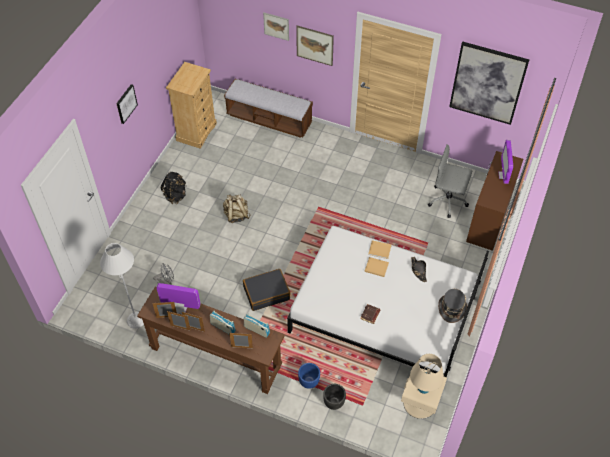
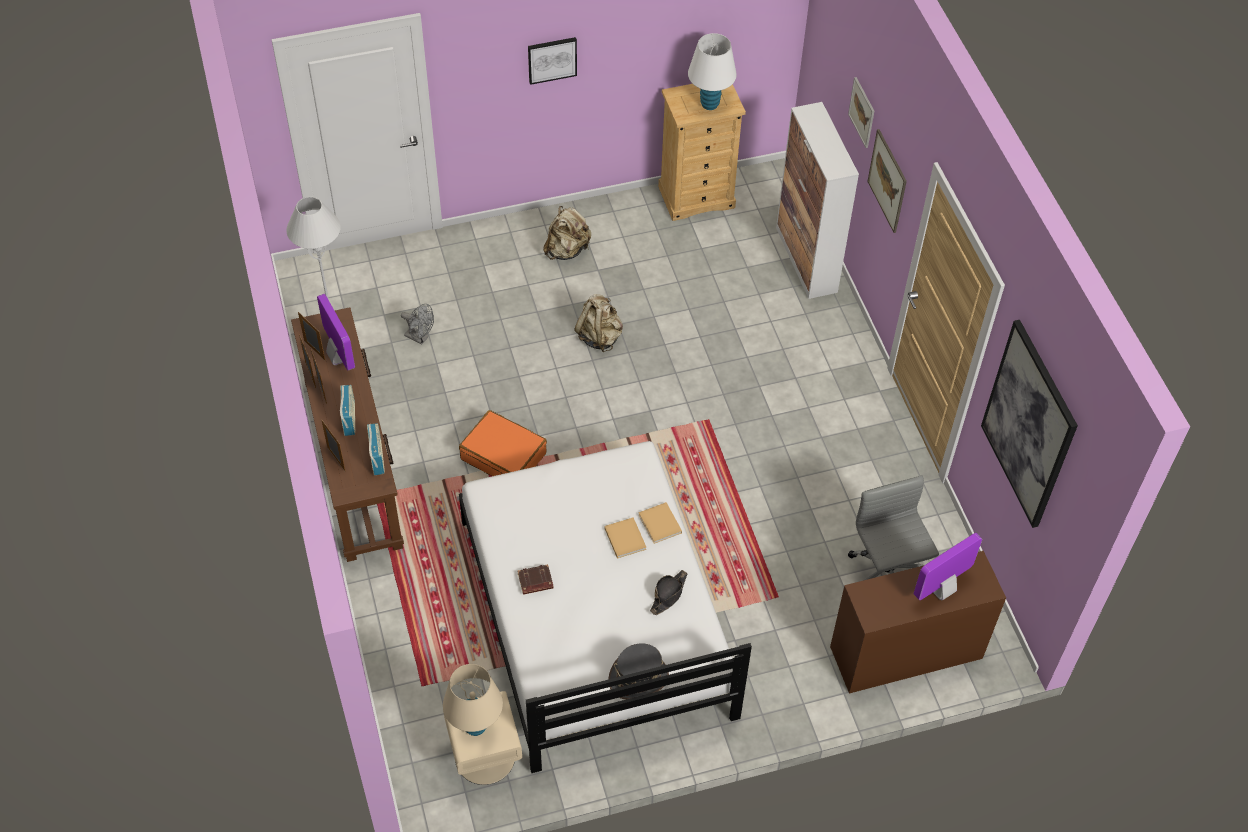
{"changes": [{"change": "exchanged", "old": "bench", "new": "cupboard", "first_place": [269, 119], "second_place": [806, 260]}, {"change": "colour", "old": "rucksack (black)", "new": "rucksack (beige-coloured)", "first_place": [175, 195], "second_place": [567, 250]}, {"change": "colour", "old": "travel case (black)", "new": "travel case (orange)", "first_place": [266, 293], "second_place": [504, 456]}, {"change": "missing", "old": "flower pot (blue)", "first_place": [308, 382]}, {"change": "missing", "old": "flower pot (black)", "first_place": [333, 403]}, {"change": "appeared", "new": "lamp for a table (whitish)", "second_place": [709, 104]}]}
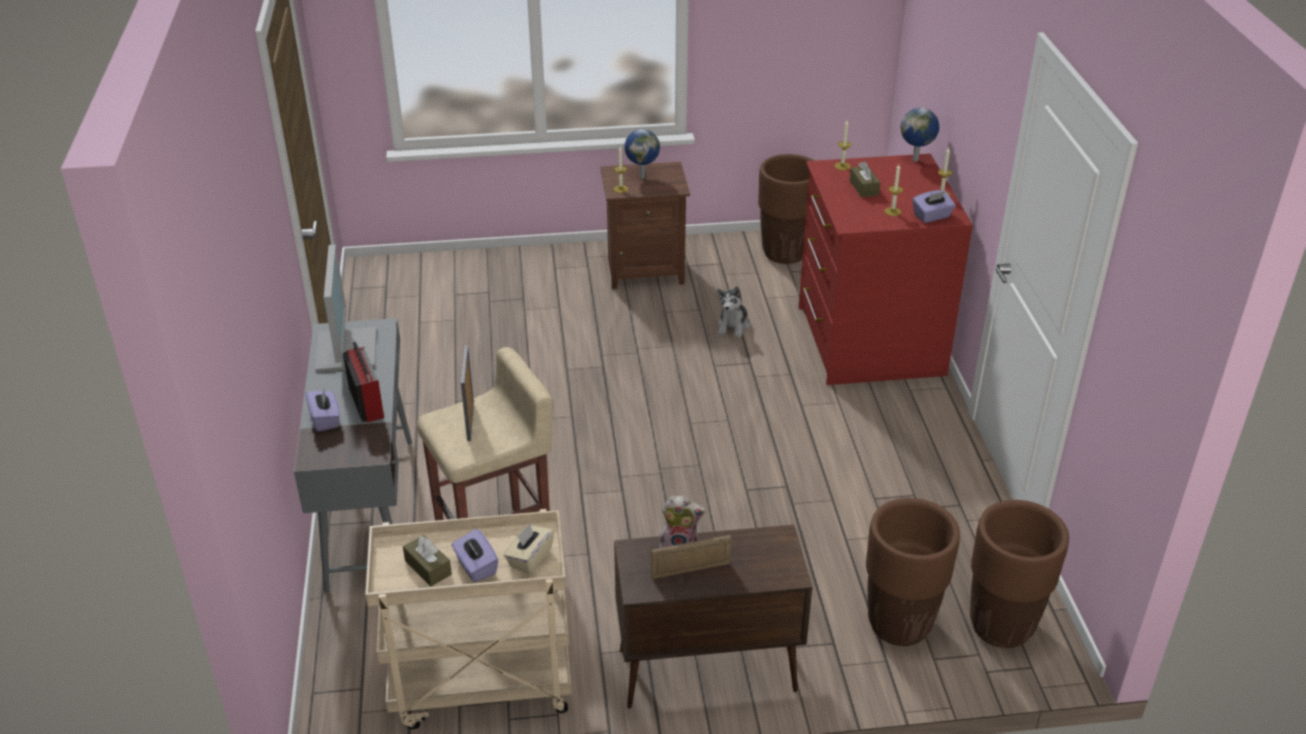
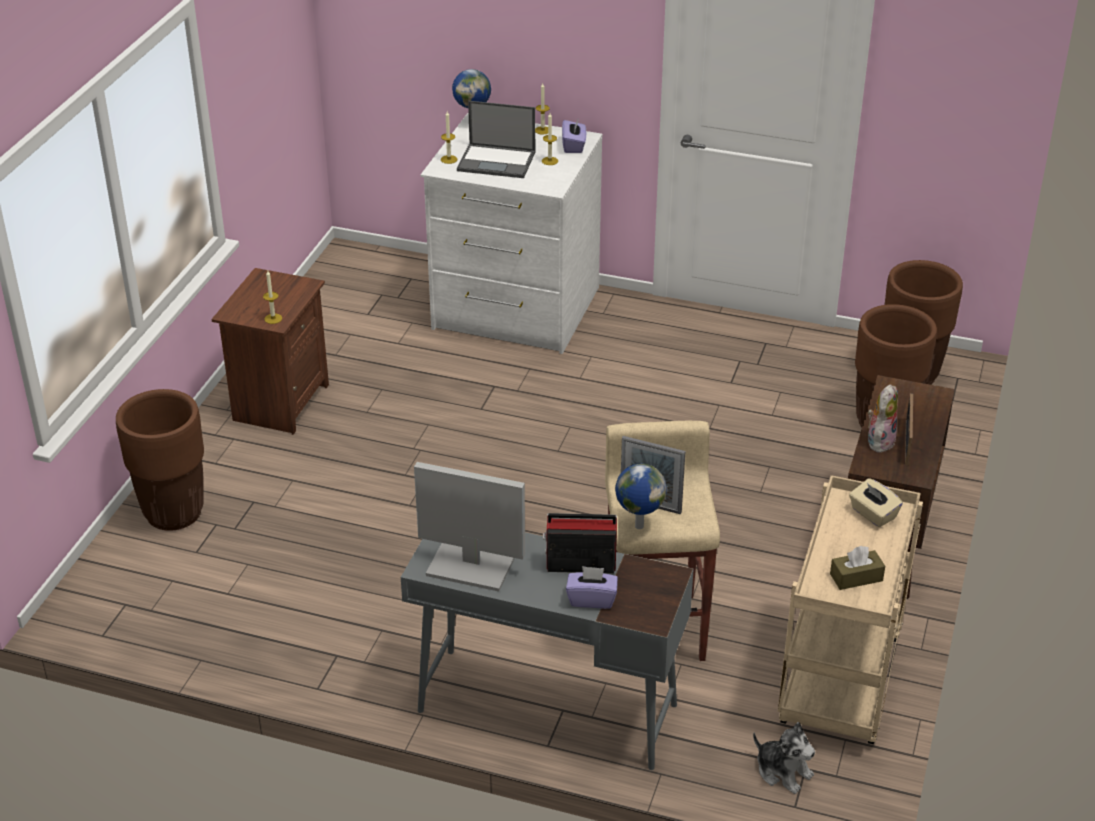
{"changes": [{"change": "relocated", "old": "world globe", "first_place": [642, 177], "second_place": [638, 526]}, {"change": "relocated", "old": "flower pot (brownish)", "first_place": [785, 253], "second_place": [173, 513]}, {"change": "colour", "old": "chest of drawers (reddish)", "new": "chest of drawers (whitish)", "first_place": [867, 340], "second_place": [515, 309]}, {"change": "exchanged", "old": "tissue holder (brownish)", "new": "laptop", "first_place": [864, 188], "second_place": [497, 161]}, {"change": "relocated", "old": "plush toy", "first_place": [733, 326], "second_place": [783, 771]}, {"change": "missing", "old": "tissue holder (purple)", "first_place": [476, 567]}]}
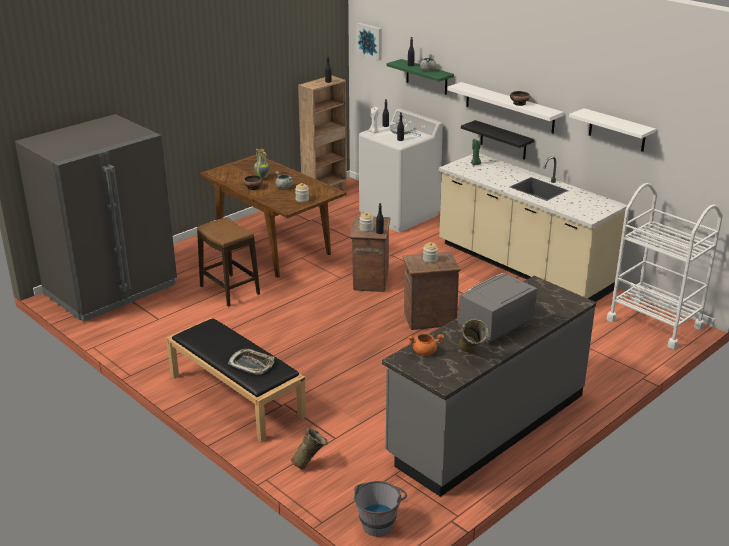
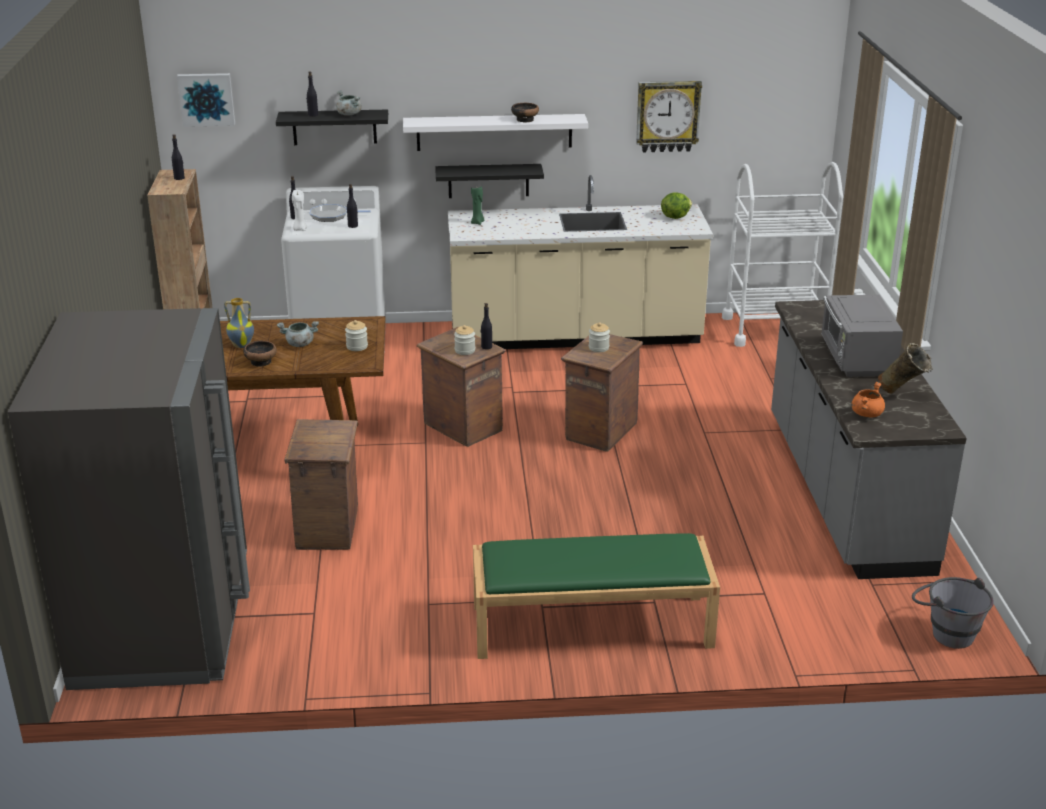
{"changes": [{"change": "colour", "old": "shelf (greenish)", "new": "shelf (black)", "first_place": [426, 77], "second_place": [334, 127]}, {"change": "exchanged", "old": "shelf (whitish)", "new": "clock on the wall", "first_place": [617, 130], "second_place": [667, 116]}, {"change": "exchanged", "old": "sitting stool", "new": "packing crate", "first_place": [229, 290], "second_place": [328, 528]}, {"change": "colour", "old": "bench (black)", "new": "bench (greenish)", "first_place": [235, 395], "second_place": [590, 626]}, {"change": "missing", "old": "tray", "first_place": [252, 364]}, {"change": "missing", "old": "vase (beige-coloured)", "first_place": [310, 464]}, {"change": "appeared", "new": "head of lettuce", "second_place": [675, 217]}]}
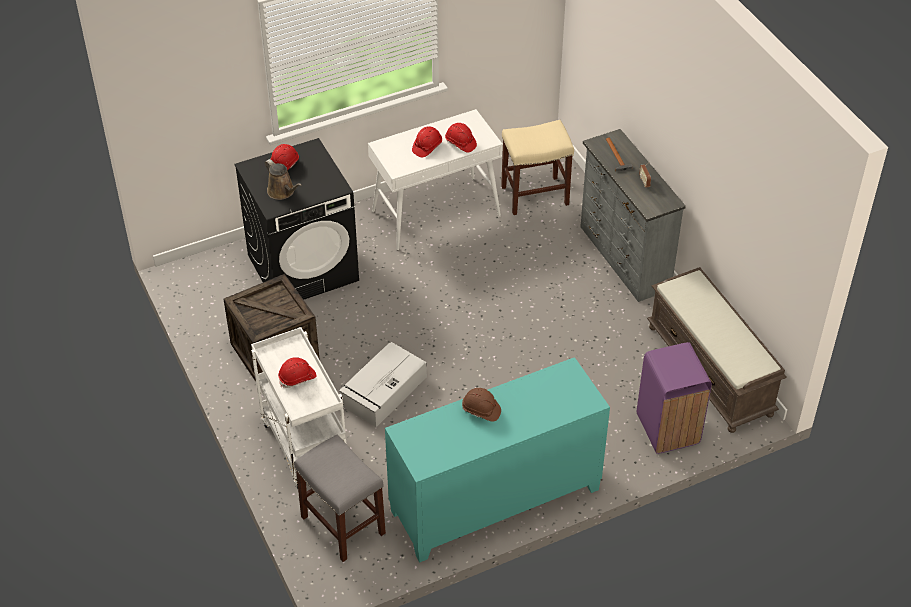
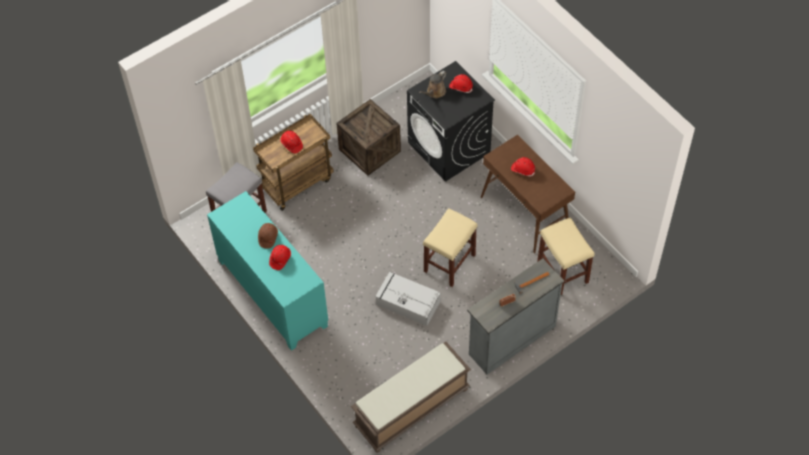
{"changes": [{"change": "colour", "old": "console table (whitish)", "new": "console table (brownish)", "first_place": [436, 213], "second_place": [525, 213]}, {"change": "relocated", "old": "hard hat (reddish)", "first_place": [460, 143], "second_place": [280, 259]}, {"change": "colour", "old": "cart (whitish)", "new": "cart (brownish)", "first_place": [303, 445], "second_place": [297, 183]}, {"change": "relocated", "old": "storage bin (grey)", "first_place": [383, 392], "second_place": [407, 302]}, {"change": "missing", "old": "waste bin (purple)", "first_place": [667, 429]}, {"change": "appeared", "new": "sitting stool (beige-coloured)", "second_place": [449, 264]}]}
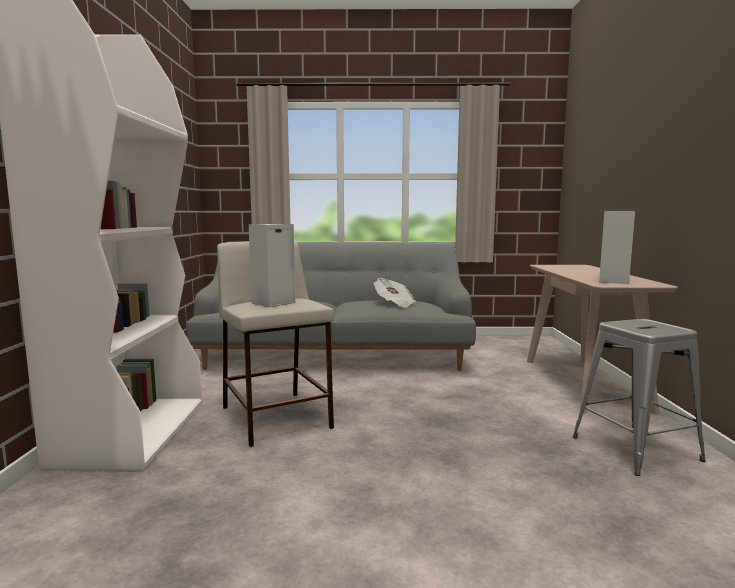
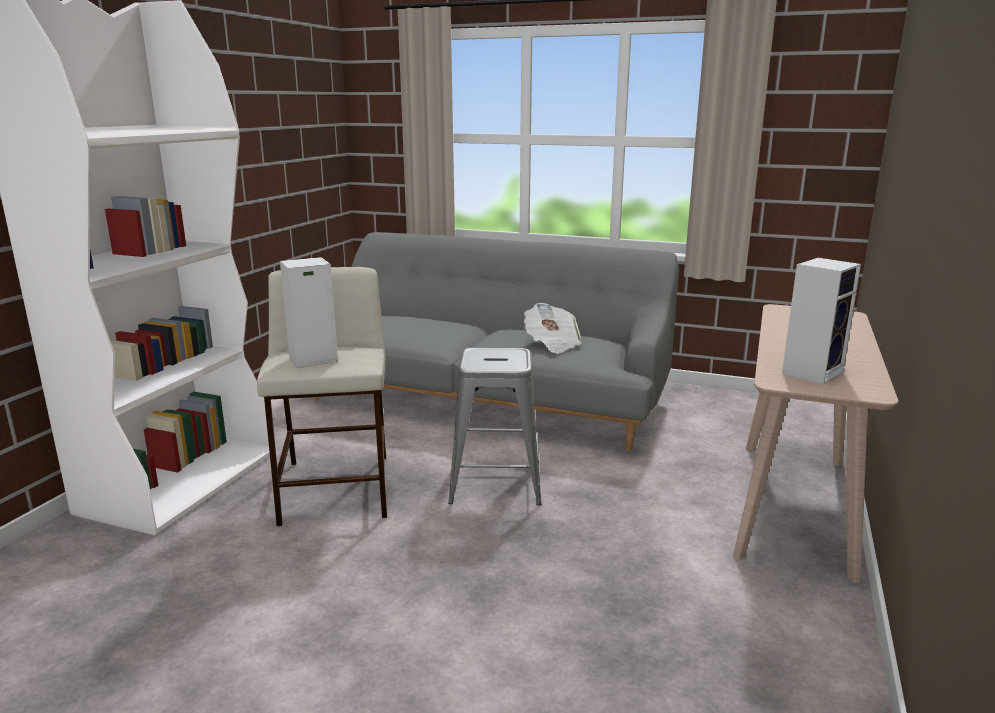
{"changes": [{"change": "relocated", "old": "sitting stool (grey)", "first_place": [635, 449], "second_place": [495, 482]}]}
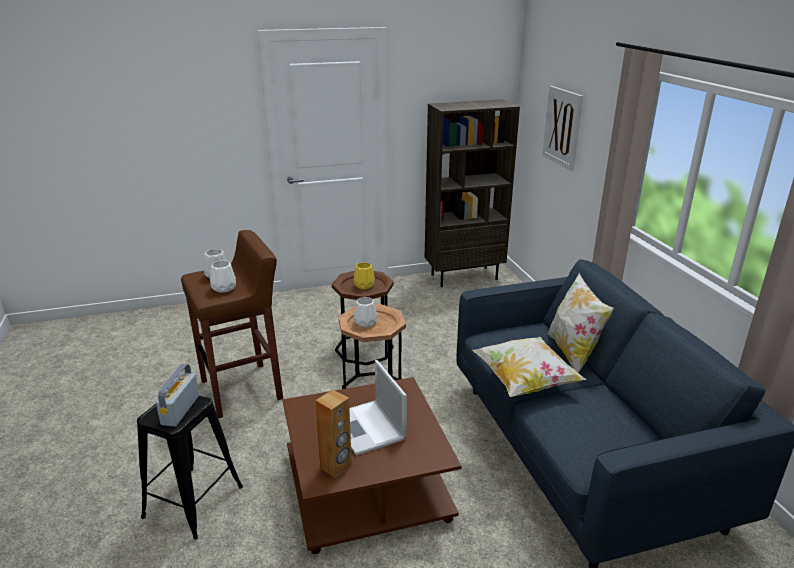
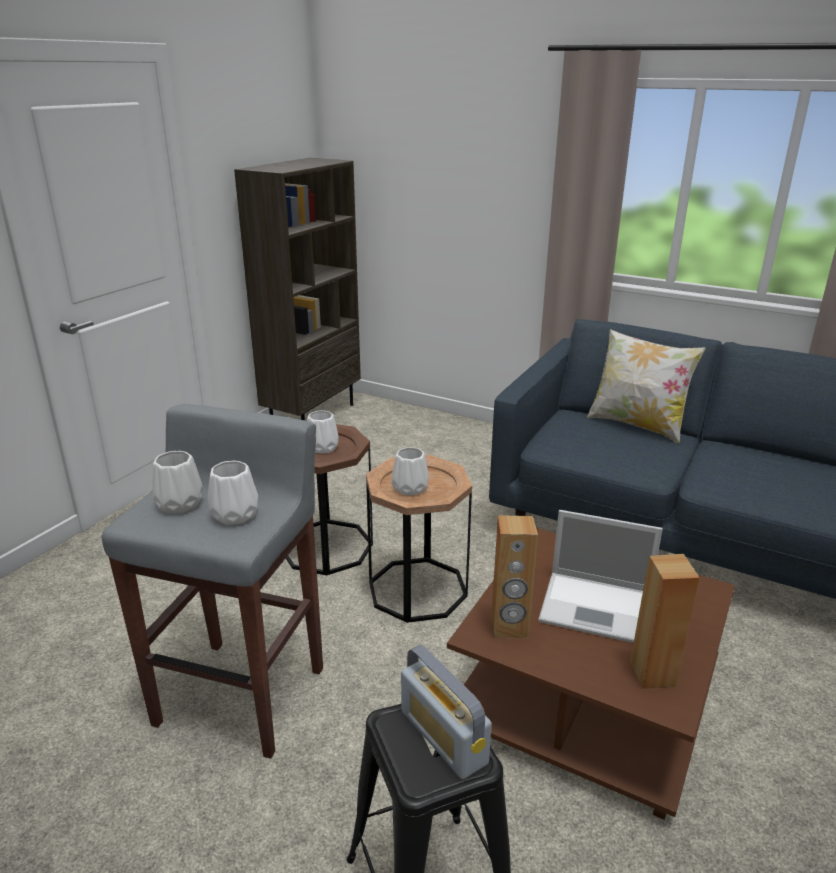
{"changes": [{"change": "missing", "old": "wall art", "first_place": [562, 127]}, {"change": "colour", "old": "sitting stool (brownish)", "new": "sitting stool (grey)", "first_place": [243, 389], "second_place": [243, 694]}, {"change": "colour", "old": "vase (yellow)", "new": "vase (whitish)", "first_place": [364, 286], "second_place": [323, 448]}, {"change": "missing", "old": "throw pillow", "first_place": [524, 382]}, {"change": "appeared", "new": "loudspeaker (brownish)", "second_place": [509, 627]}]}
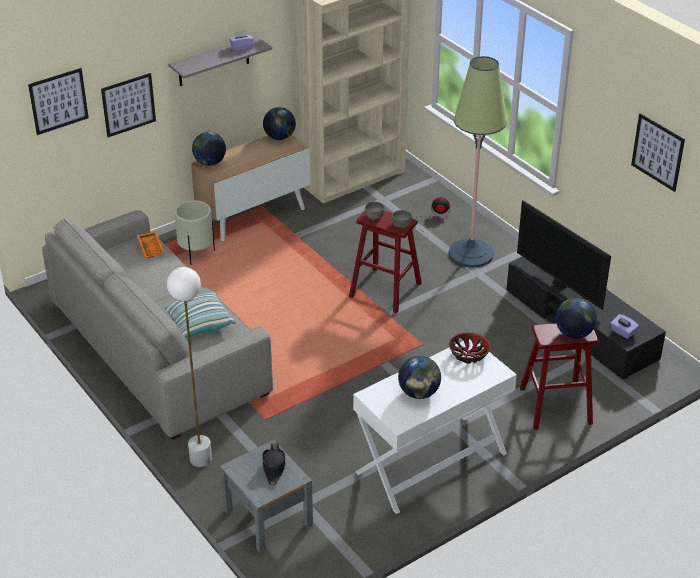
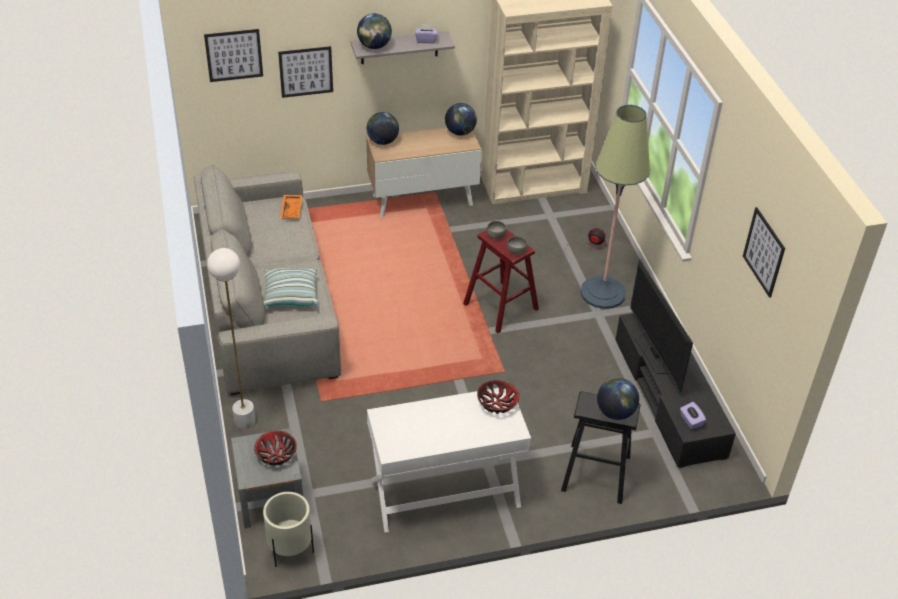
{"changes": [{"change": "relocated", "old": "flower pot (beige-coloured)", "first_place": [196, 254], "second_place": [290, 550]}, {"change": "colour", "old": "sitting stool (reddish)", "new": "sitting stool (black)", "first_place": [555, 405], "second_place": [596, 473]}, {"change": "relocated", "old": "world globe", "first_place": [419, 393], "second_place": [374, 46]}, {"change": "exchanged", "old": "hat (black)", "new": "deep dish", "first_place": [274, 467], "second_place": [276, 454]}]}
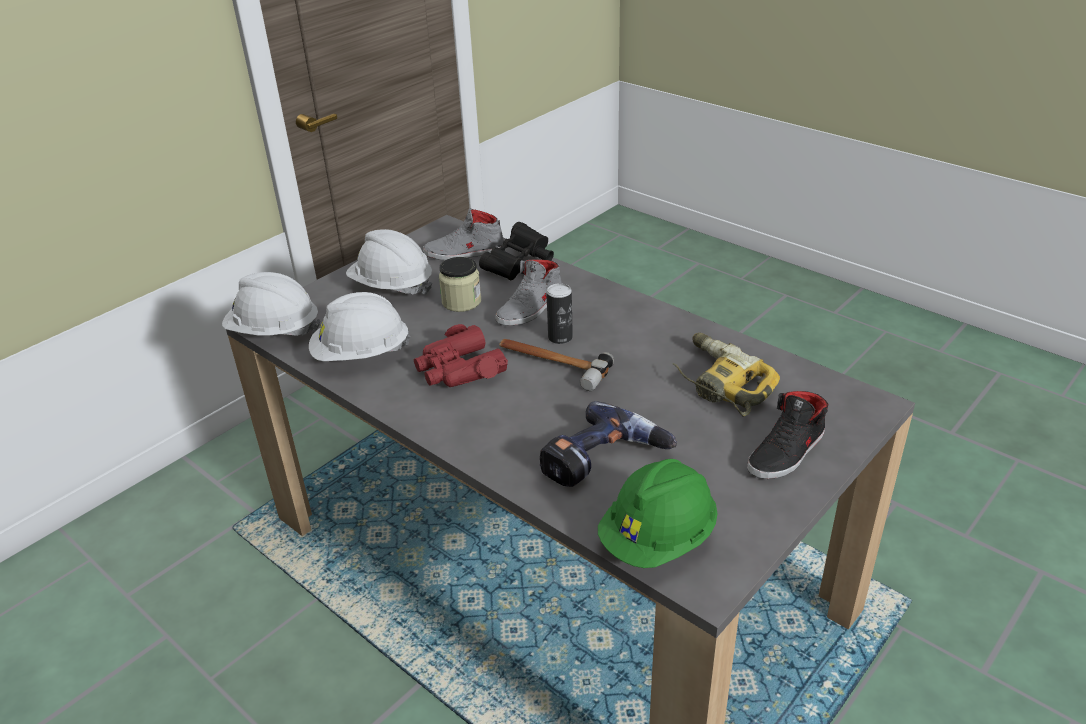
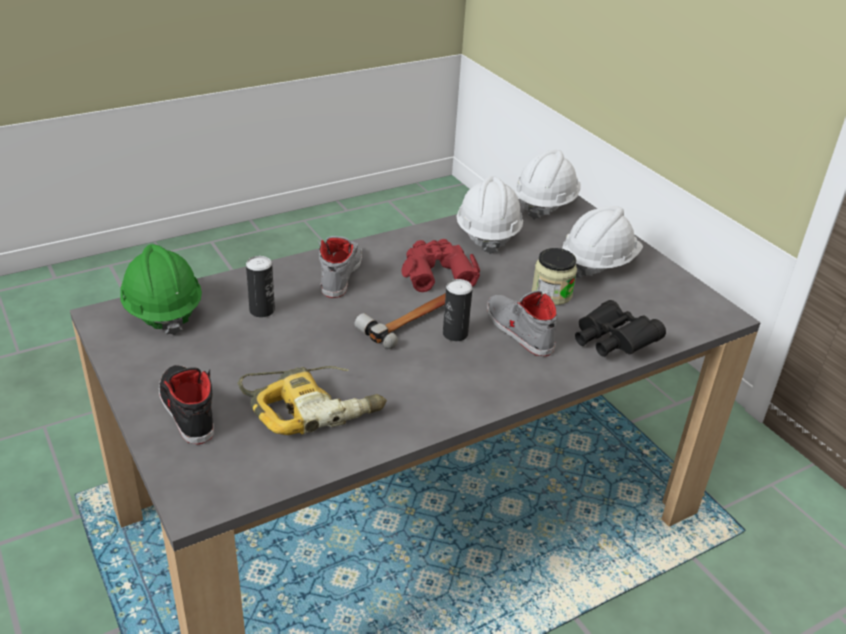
{"changes": [{"change": "relocated", "old": "shoe (grey)", "first_place": [464, 252], "second_place": [340, 273]}, {"change": "exchanged", "old": "drill", "new": "can", "first_place": [605, 462], "second_place": [262, 310]}]}
